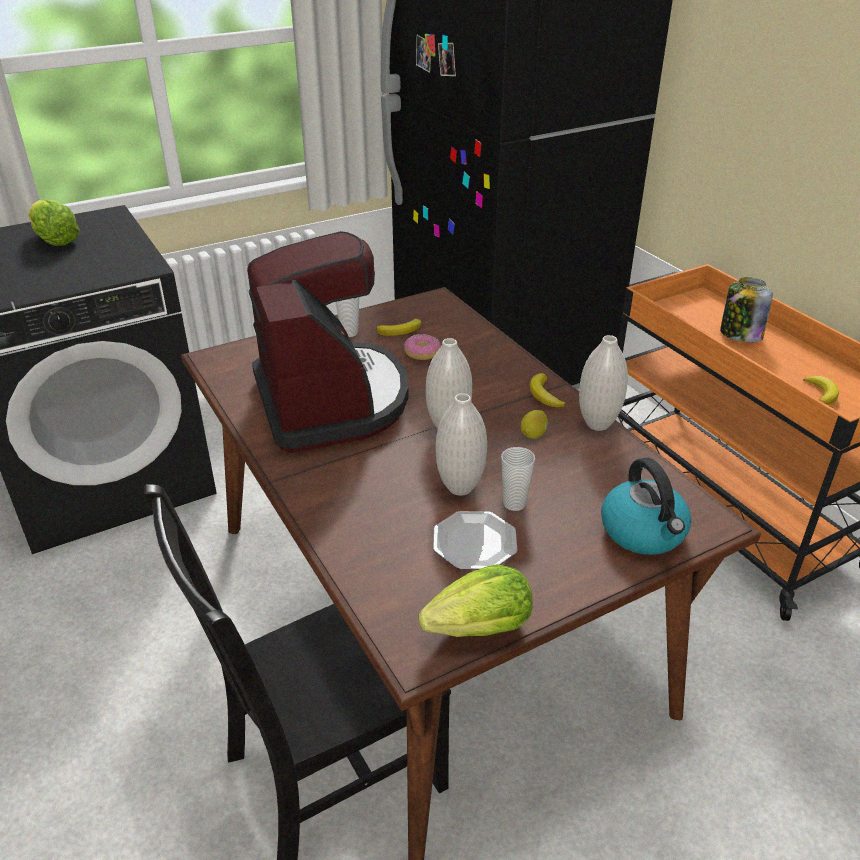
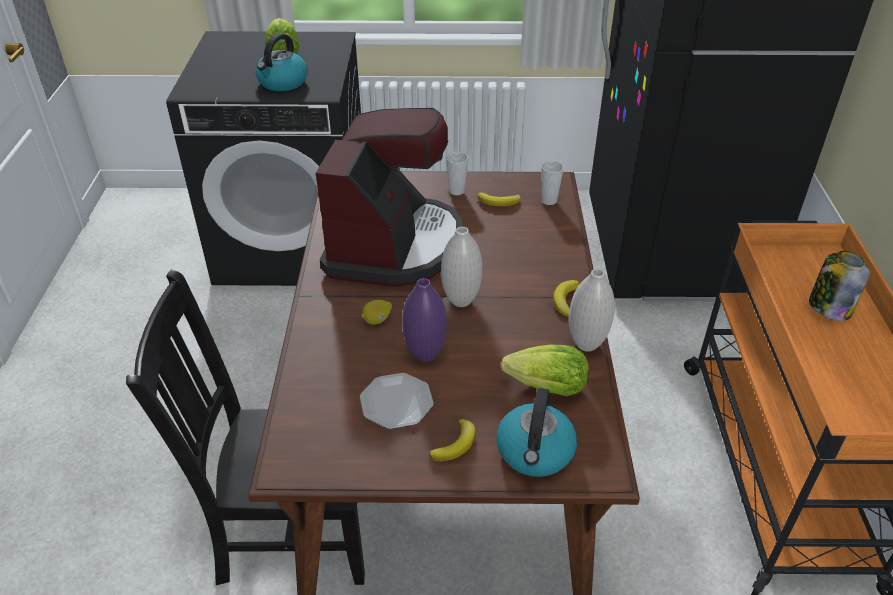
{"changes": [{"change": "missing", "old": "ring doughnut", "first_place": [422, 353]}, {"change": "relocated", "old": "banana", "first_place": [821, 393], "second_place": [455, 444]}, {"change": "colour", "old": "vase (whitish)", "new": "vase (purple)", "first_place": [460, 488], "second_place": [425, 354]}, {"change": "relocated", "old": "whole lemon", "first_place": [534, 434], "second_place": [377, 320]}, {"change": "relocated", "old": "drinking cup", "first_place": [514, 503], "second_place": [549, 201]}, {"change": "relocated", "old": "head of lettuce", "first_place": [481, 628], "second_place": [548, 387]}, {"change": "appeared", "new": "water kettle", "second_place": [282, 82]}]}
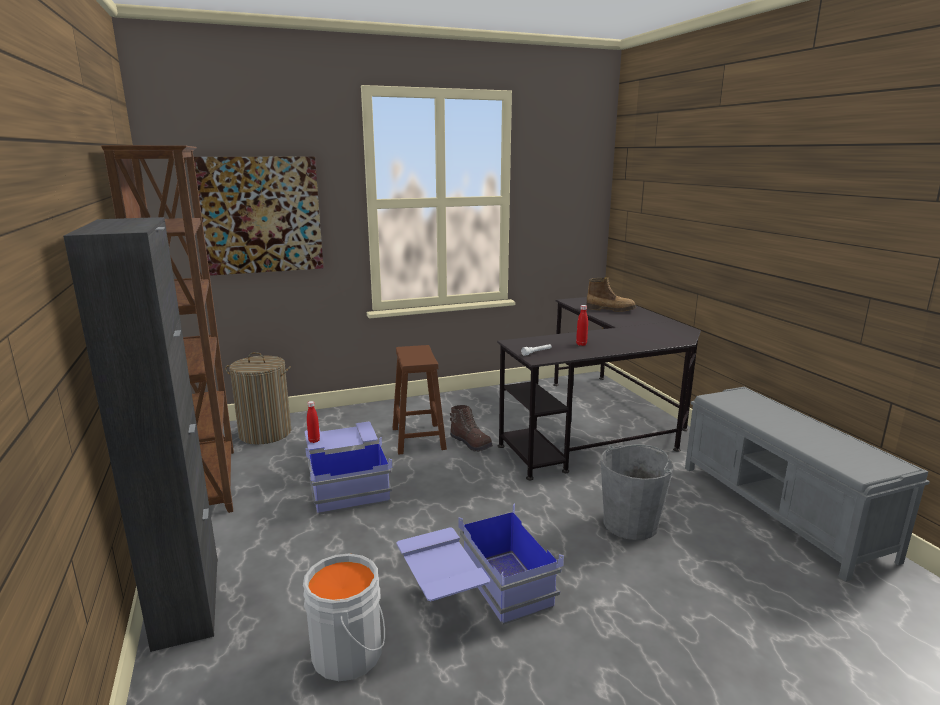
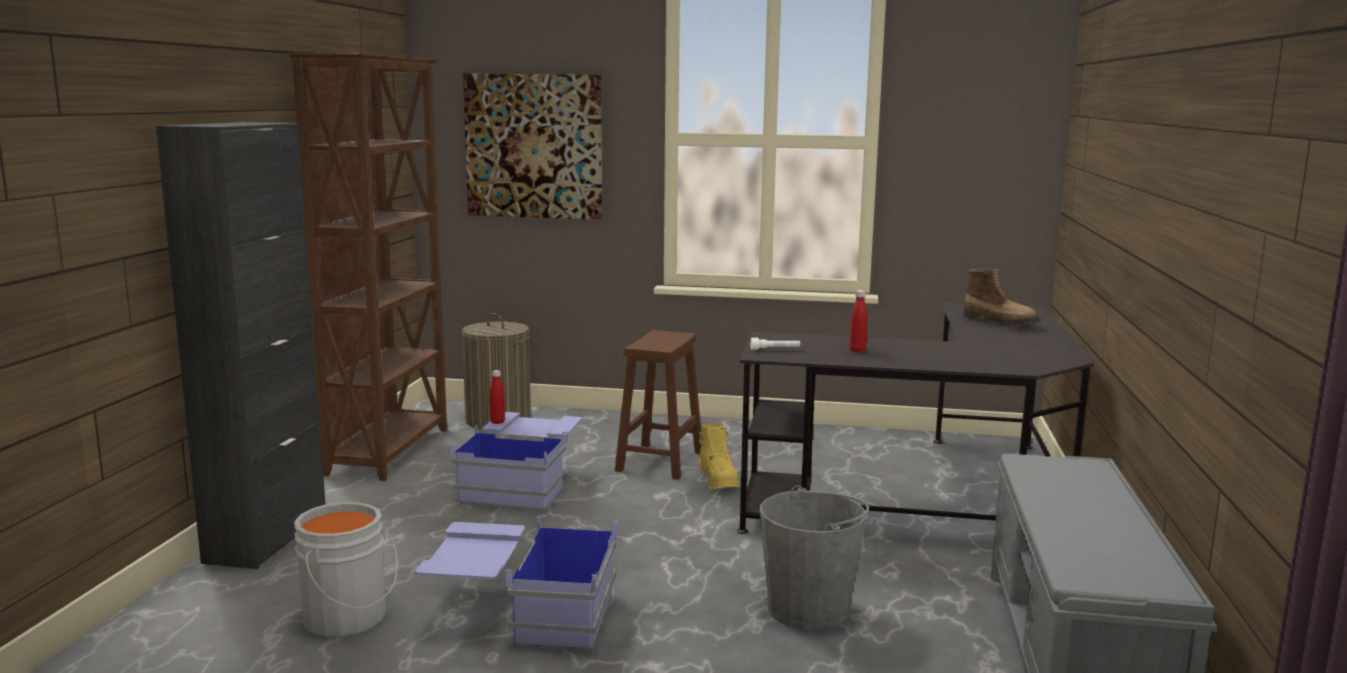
{"changes": [{"change": "colour", "old": "high-top boot (brownish)", "new": "high-top boot (yellow)", "first_place": [471, 443], "second_place": [718, 480]}]}
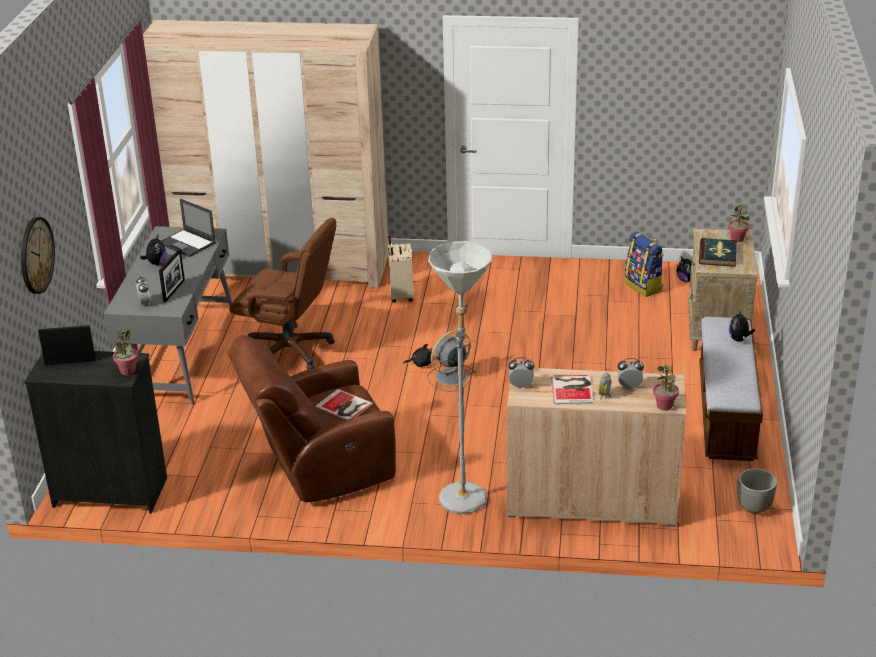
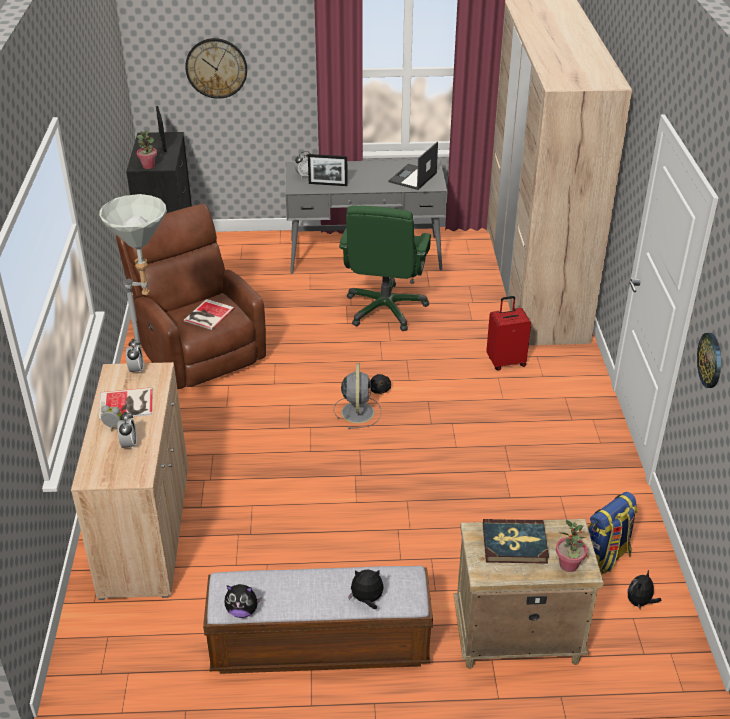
{"changes": [{"change": "colour", "old": "desk chair (brownish)", "new": "desk chair (greenish)", "first_place": [290, 350], "second_place": [385, 309]}, {"change": "relocated", "old": "plush toy", "first_place": [156, 263], "second_place": [242, 611]}, {"change": "colour", "old": "travel case (beige-coloured)", "new": "travel case (reddish)", "first_place": [400, 296], "second_place": [506, 361]}, {"change": "spun", "old": "cooling fan (grey)", "first_place": [450, 377], "second_place": [357, 411], "degrees": 45}, {"change": "missing", "old": "plant in a pot", "first_place": [664, 406]}, {"change": "missing", "old": "flower pot", "first_place": [754, 508]}, {"change": "appeared", "new": "clock on the wall", "second_place": [710, 360]}]}
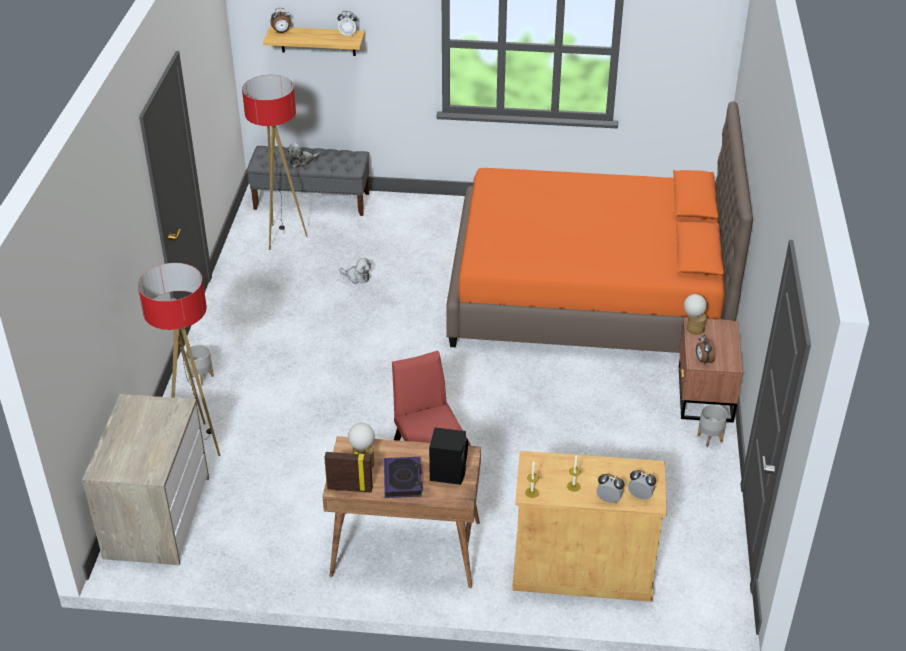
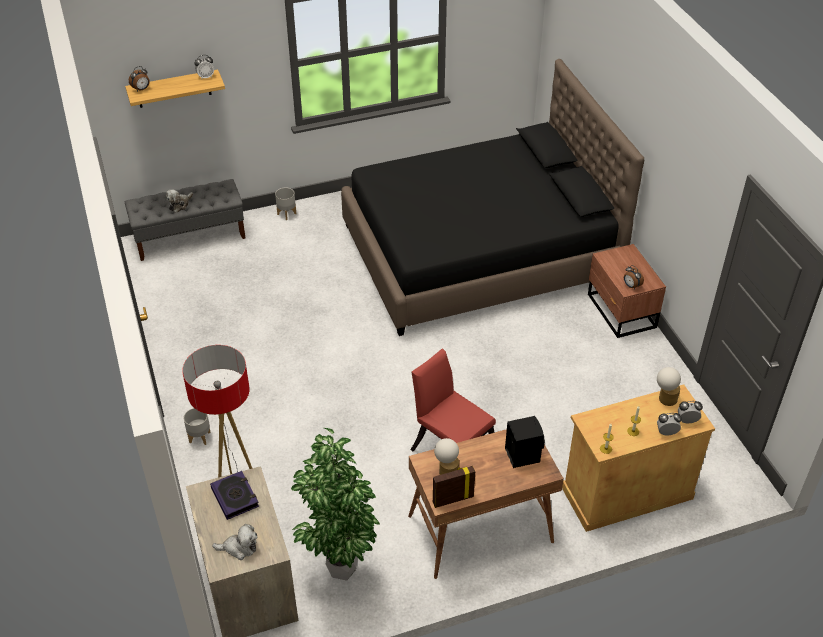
{"changes": [{"change": "missing", "old": "standard lamp", "first_place": [283, 237]}, {"change": "colour", "old": "bedroom bed (orange)", "new": "bedroom bed (black)", "first_place": [589, 293], "second_place": [479, 252]}, {"change": "relocated", "old": "plush toy", "first_place": [357, 277], "second_place": [239, 548]}, {"change": "relocated", "old": "lamp for a table", "first_place": [693, 328], "second_place": [665, 398]}, {"change": "relocated", "old": "flower pot (grey)", "first_place": [710, 438], "second_place": [287, 214]}, {"change": "relocated", "old": "bound book", "first_place": [403, 480], "second_place": [235, 497]}, {"change": "appeared", "new": "plant in a pot", "second_place": [338, 571]}]}
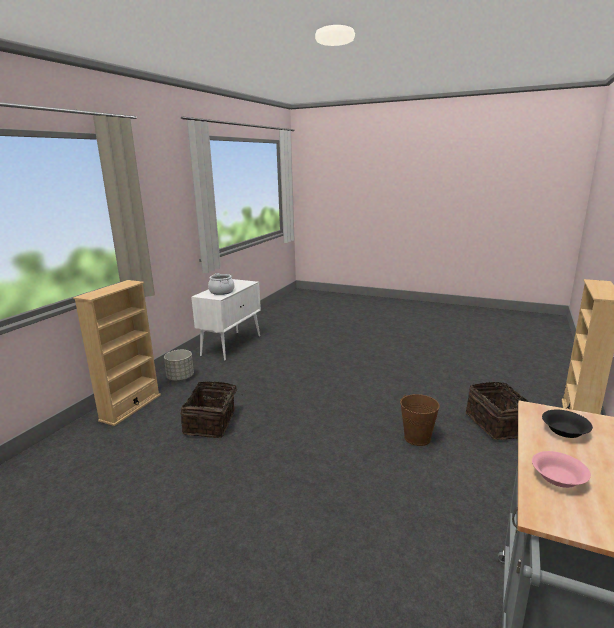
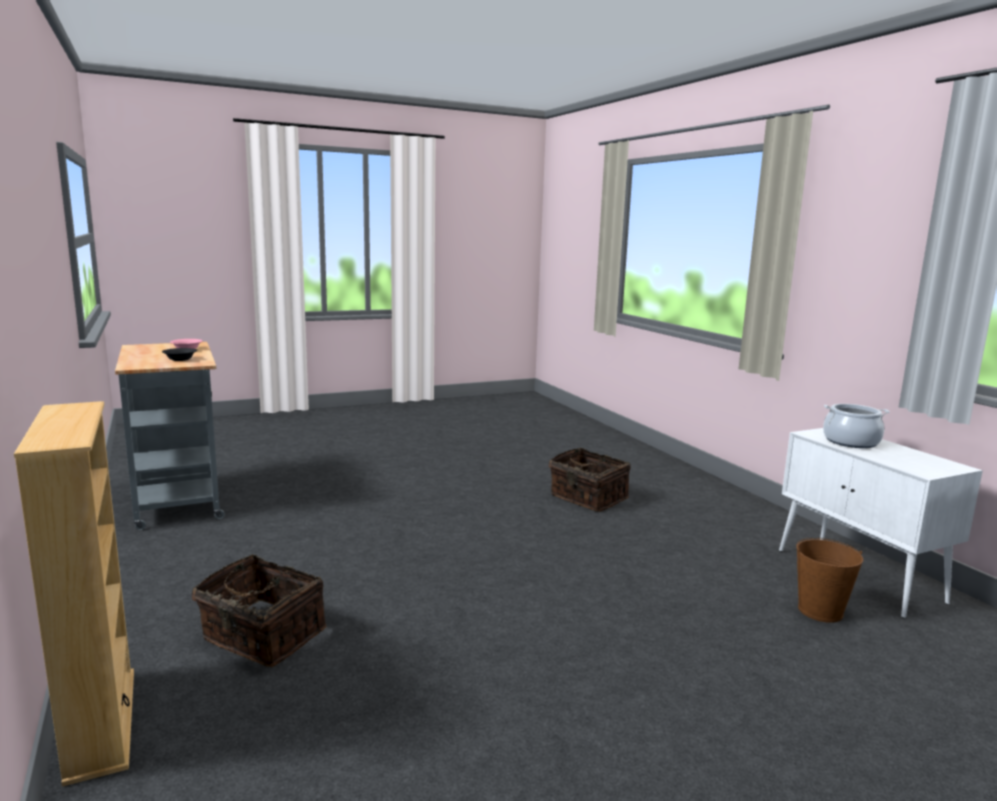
{"changes": [{"change": "missing", "old": "bookshelf (beige-coloured)", "first_place": [130, 407]}, {"change": "missing", "old": "flower pot (grey)", "first_place": [180, 377]}, {"change": "relocated", "old": "bucket (brownish)", "first_place": [417, 438], "second_place": [820, 611]}]}
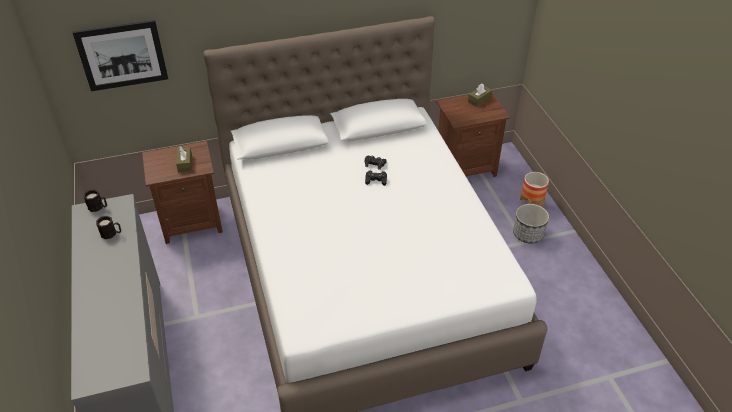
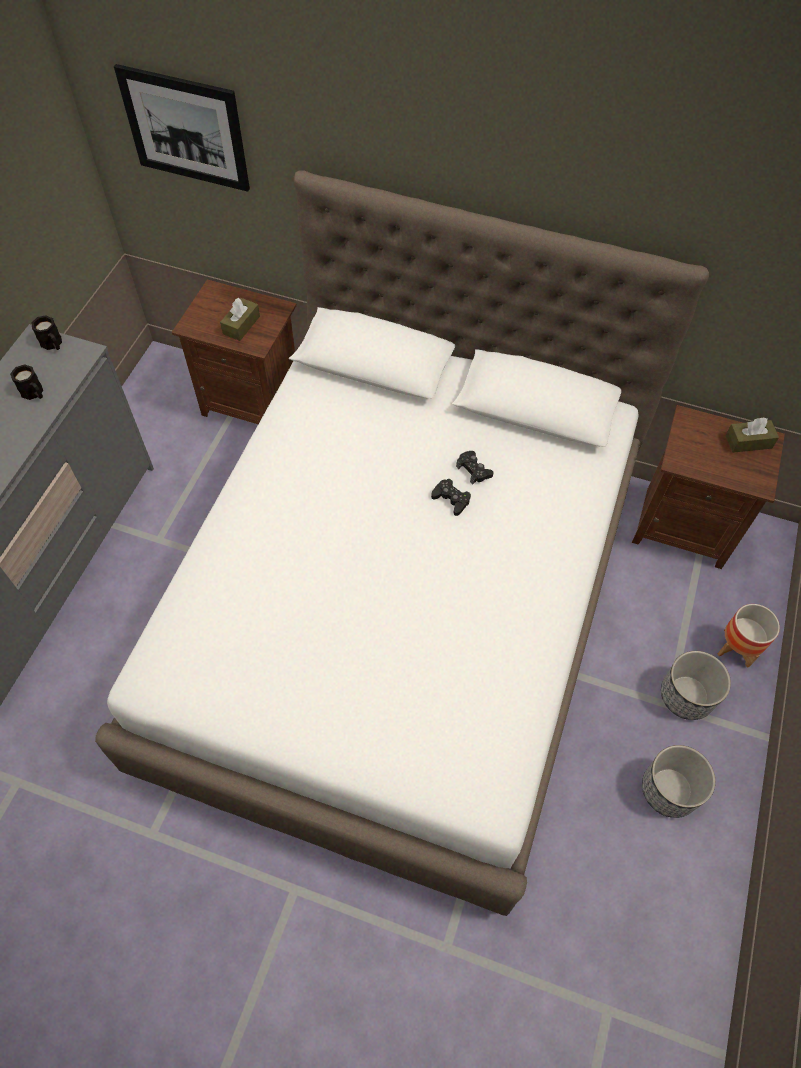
{"changes": [{"change": "appeared", "new": "flower pot", "second_place": [669, 790]}]}
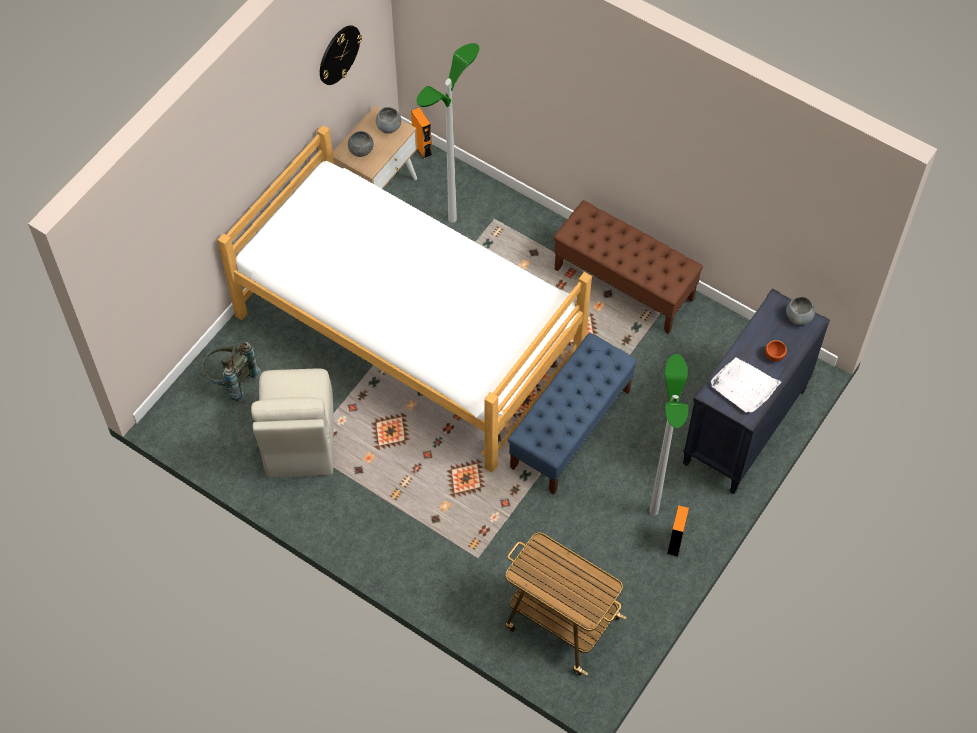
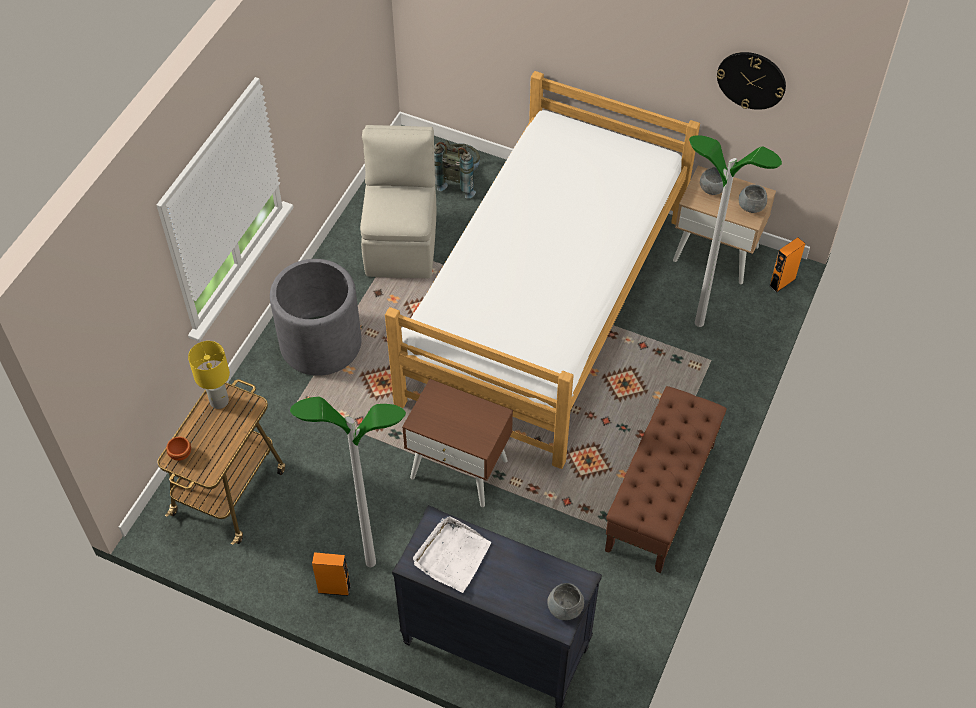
{"changes": [{"change": "exchanged", "old": "bench (blue)", "new": "nightstand (brownish)", "first_place": [570, 428], "second_place": [459, 469]}, {"change": "relocated", "old": "deep dish (brownish)", "first_place": [774, 355], "second_place": [181, 454]}, {"change": "spun", "old": "plain chair (beige-coloured)", "first_place": [299, 441], "second_place": [402, 242], "degrees": 105}, {"change": "appeared", "new": "flower pot (grey)", "second_place": [321, 343]}, {"change": "appeared", "new": "lamp for a table (yellow)", "second_place": [219, 401]}]}
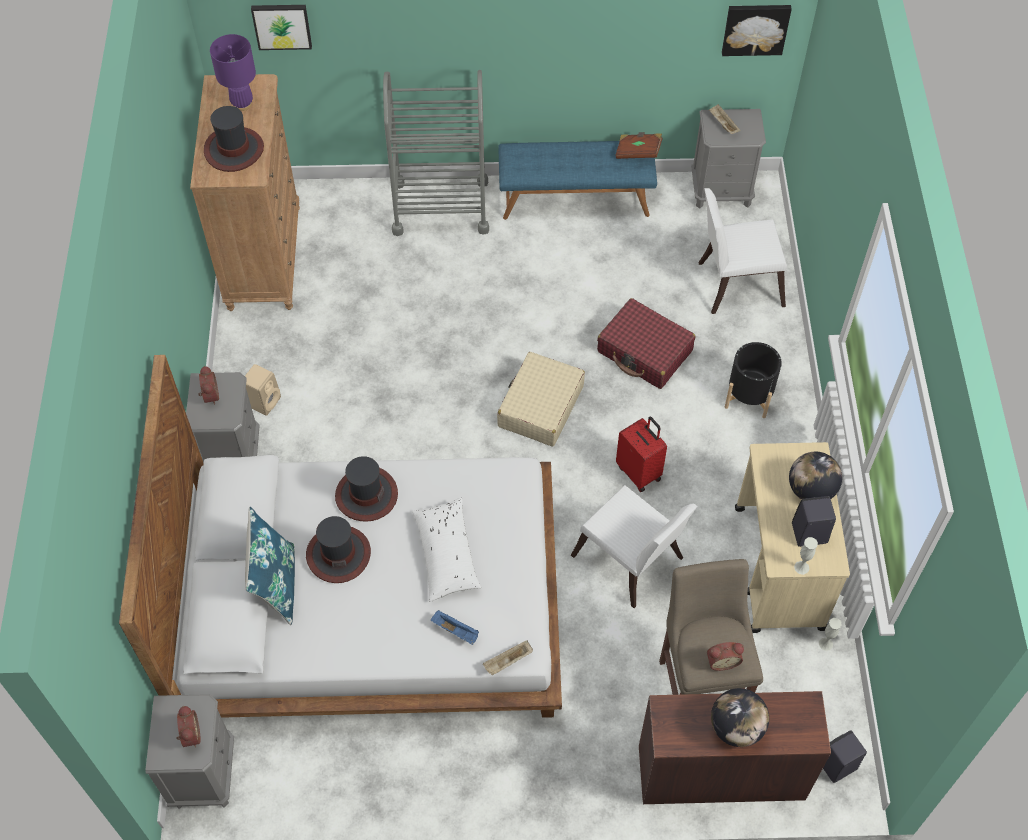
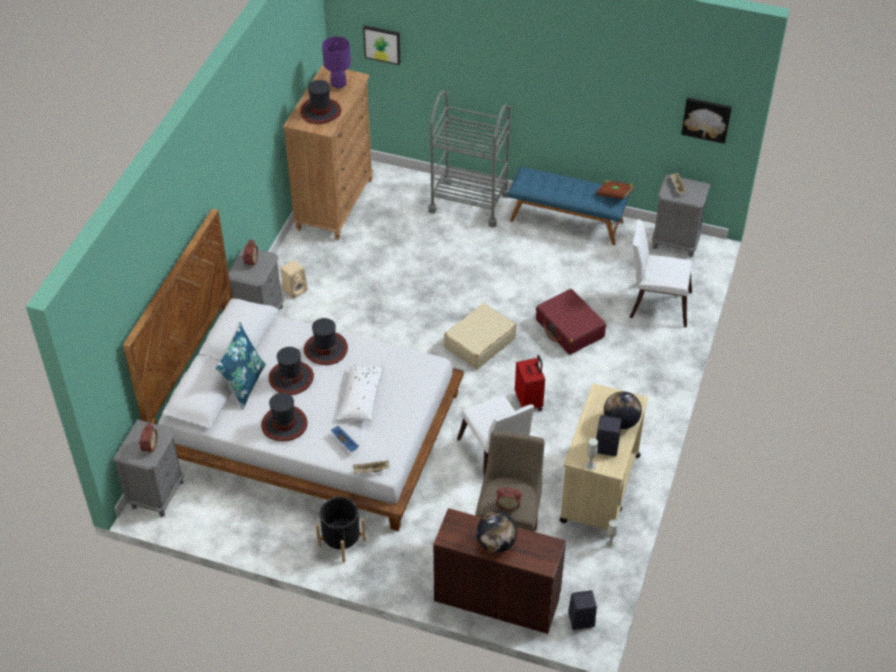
{"changes": [{"change": "relocated", "old": "flower pot (black)", "first_place": [749, 396], "second_place": [341, 542]}, {"change": "appeared", "new": "hat", "second_place": [284, 424]}]}
